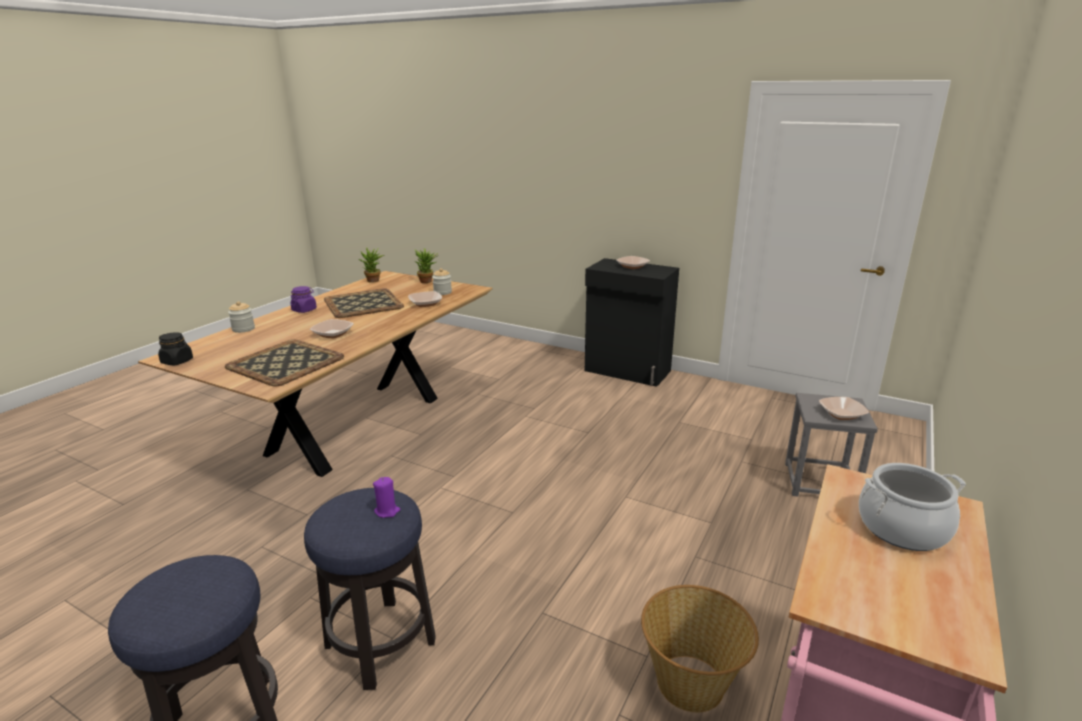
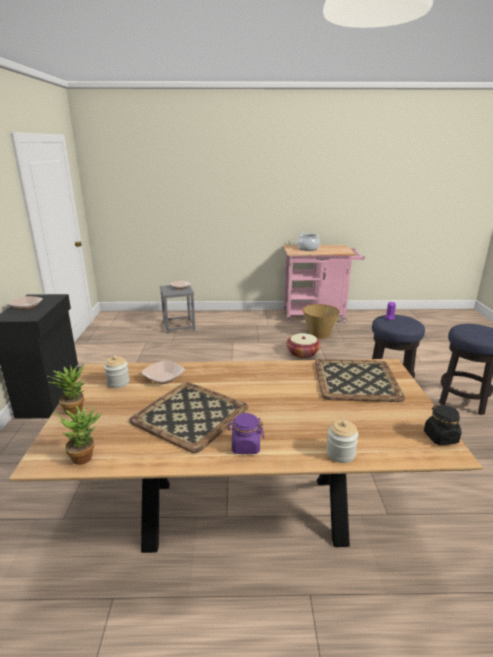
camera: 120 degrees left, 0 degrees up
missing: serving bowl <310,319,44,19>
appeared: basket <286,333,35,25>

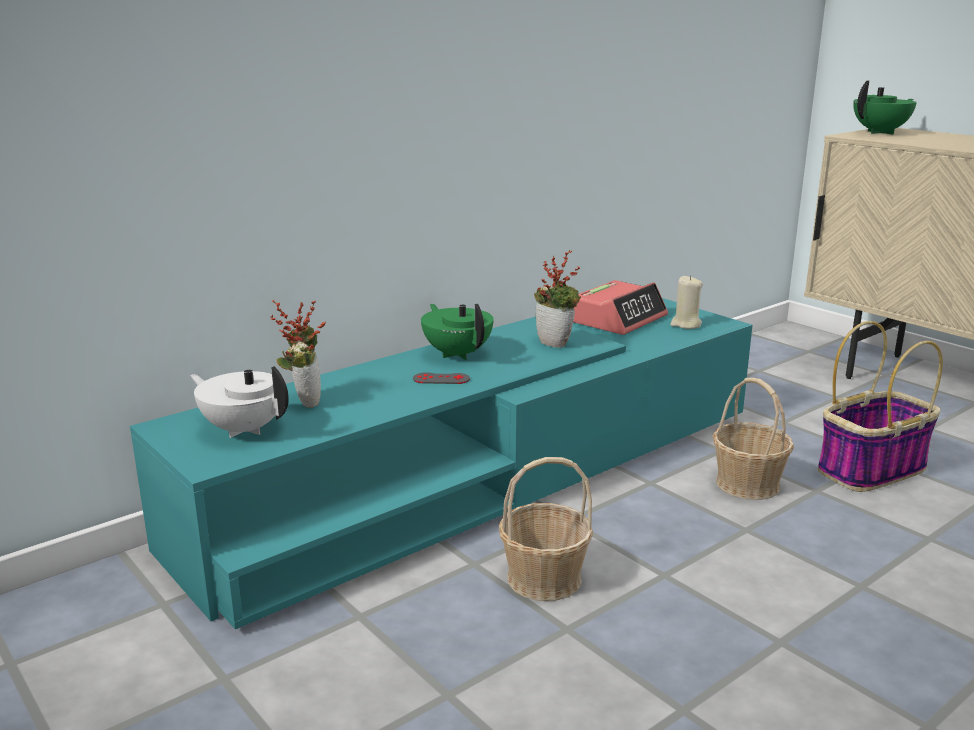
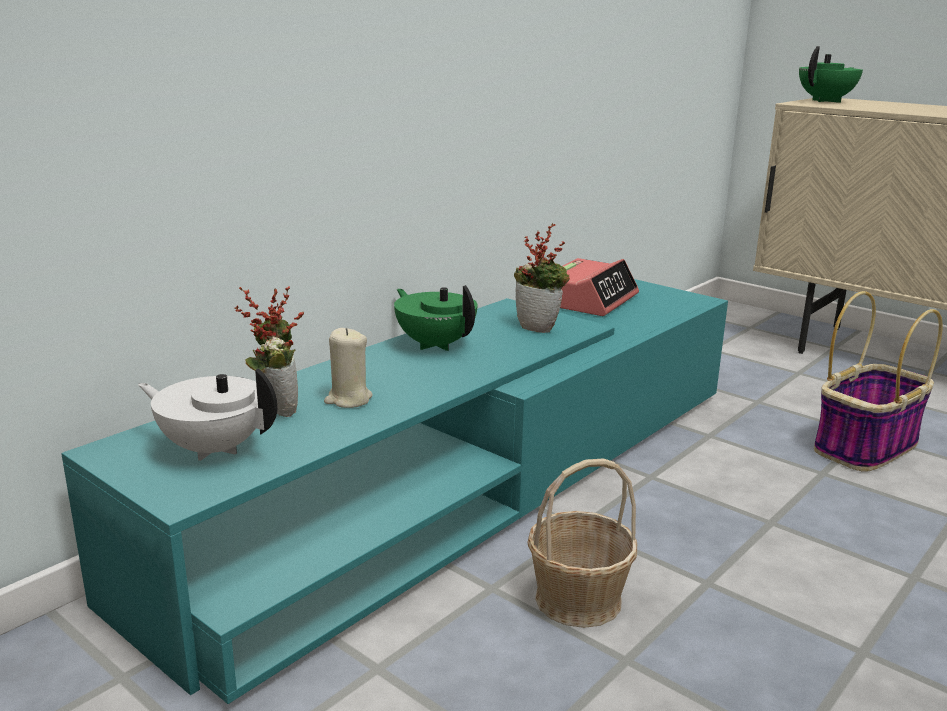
camera: 10 degrees left, 0 degrees up
missing: gamepad/greyish <413,372,57,12>; basket <713,377,81,123>
relocated: wax candle/beige-coloured <670,275,33,54> to <324,328,49,80>

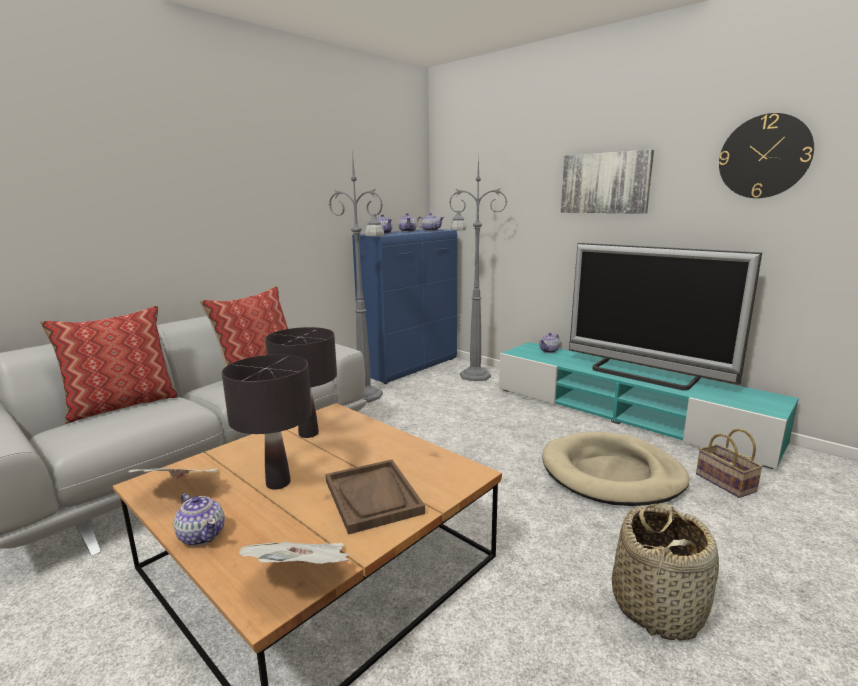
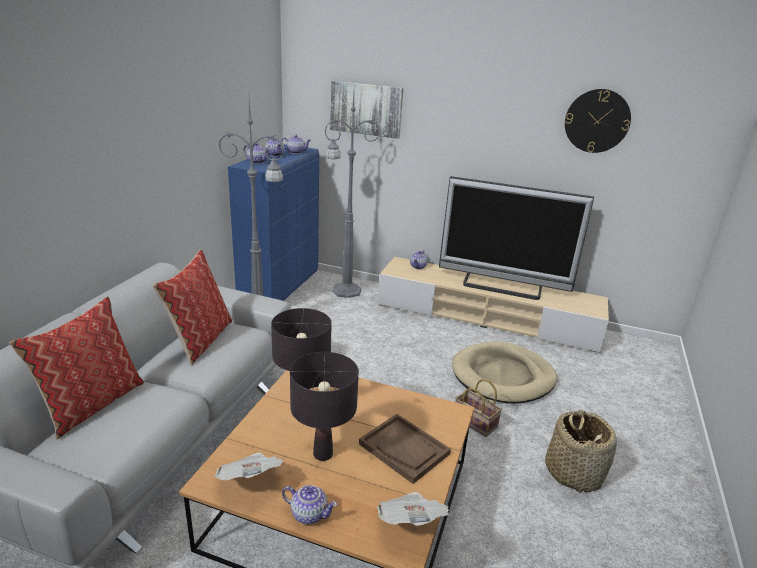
camera: 25 degrees left, 10 degrees up
relocated: wall art <561,150,93,64> to <330,81,73,58>; basket <696,429,67,69> to <455,379,47,58>
colour: tv stand/blue-green <499,342,300,127> to tv stand/beige-coloured <378,257,231,96>

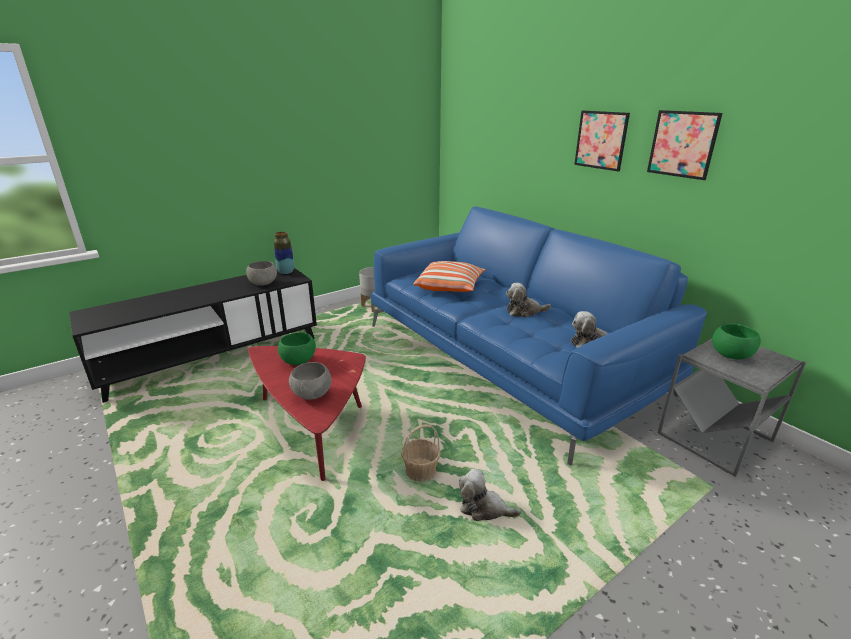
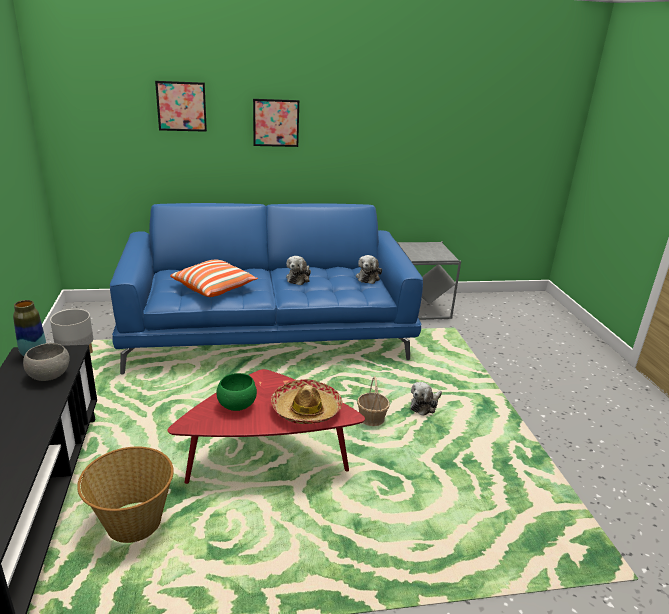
camera: 65 degrees left, 0 degrees up
missing: serving bowl/green-coloured <712,324,49,35>
appeared: basket <77,447,97,96>
relocated: wall art <647,110,76,70> to <155,81,52,51>
exchanged: serving bowl/greyish <289,362,43,38> to clothing hat <271,379,72,45>

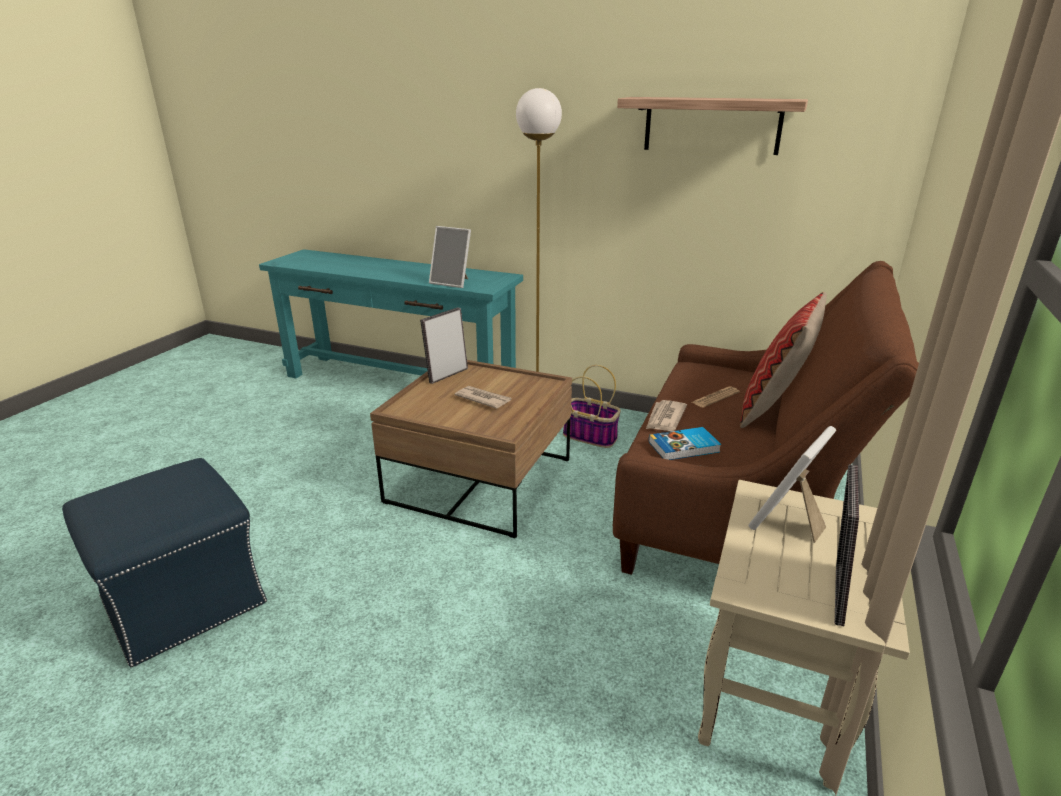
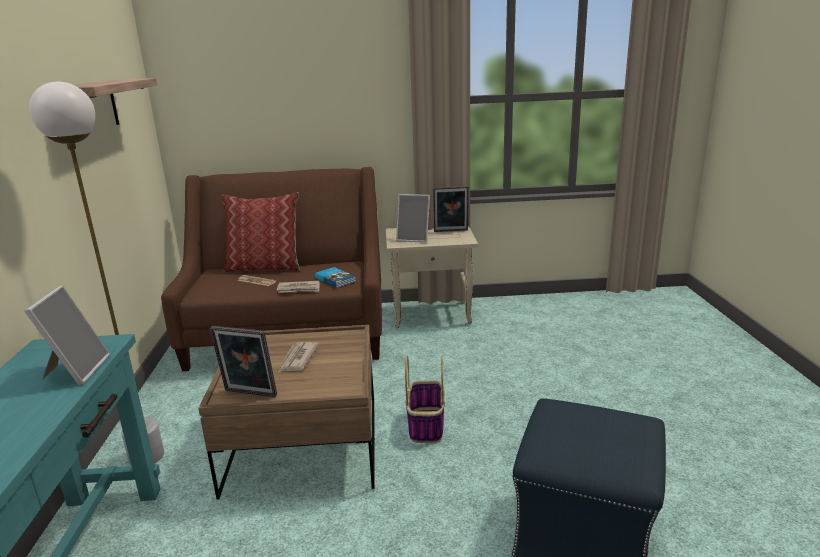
camera: 115 degrees left, 5 degrees down
relocated: basket <563,365,58,83> to <405,356,40,87>

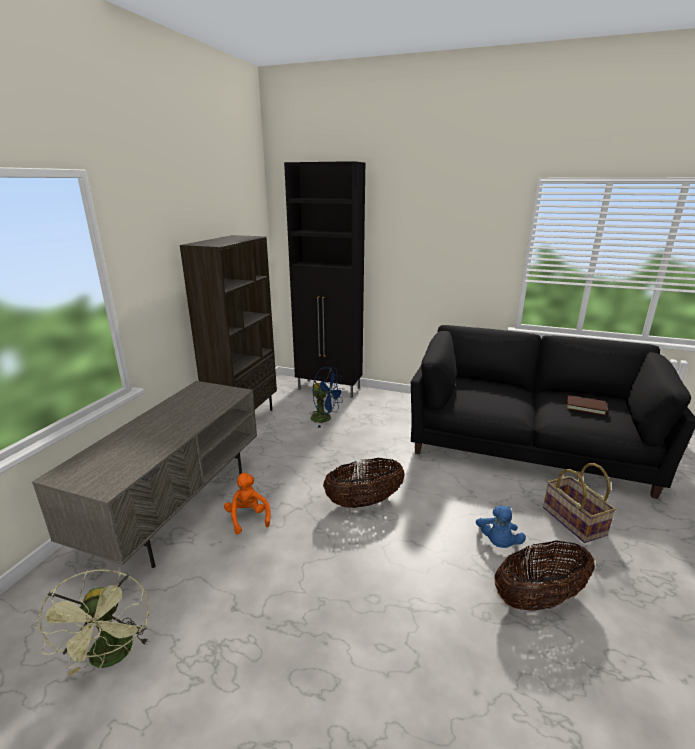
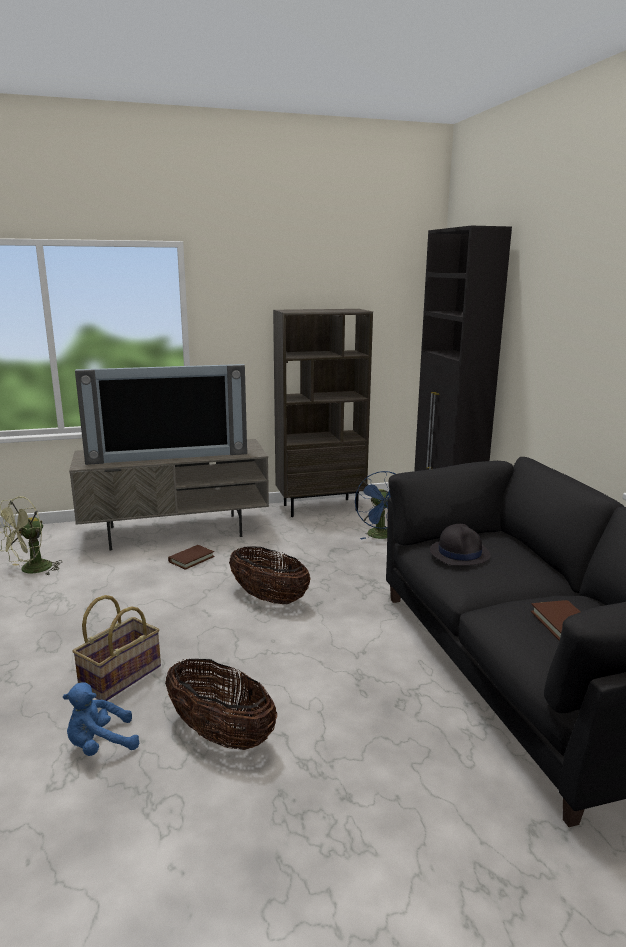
camera: 55 degrees right, 5 degrees down
appeared: TV <75,364,172,101>; clothing hat/blackish <430,524,61,41>
relocated: soft toy/blue-coloured <476,506,50,42> to <63,682,77,74>; basket <543,463,73,80> to <72,595,89,106>
exchanged: soft toy/orange-coloured <224,473,47,61> to book/brownish <168,545,47,25>

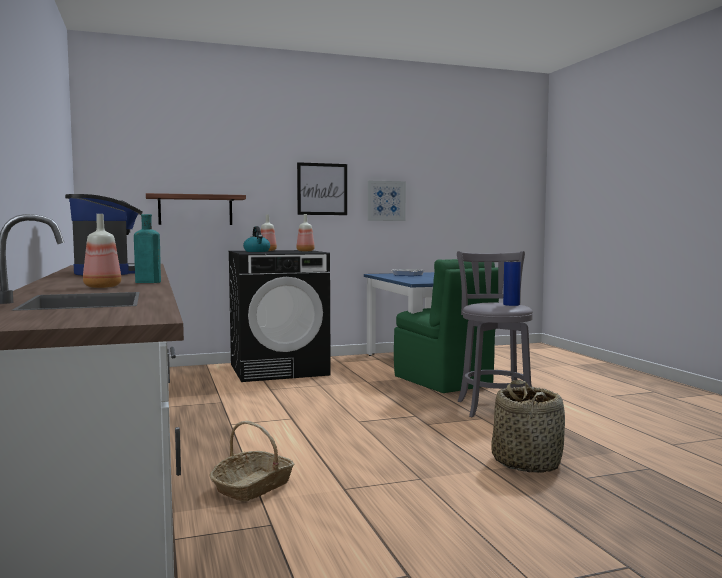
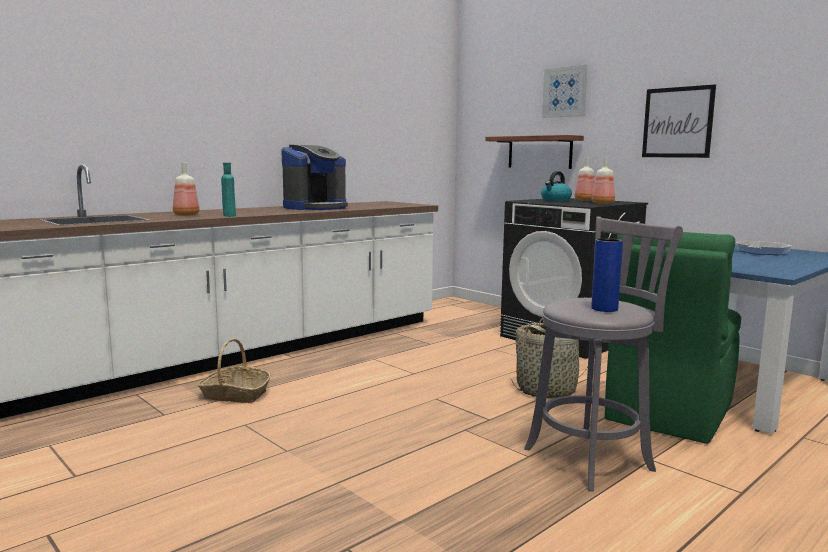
camera: 65 degrees right, 5 degrees up
relocated: wall art <368,181,38,40> to <542,65,46,53>; basket <491,380,74,93> to <511,317,77,82>

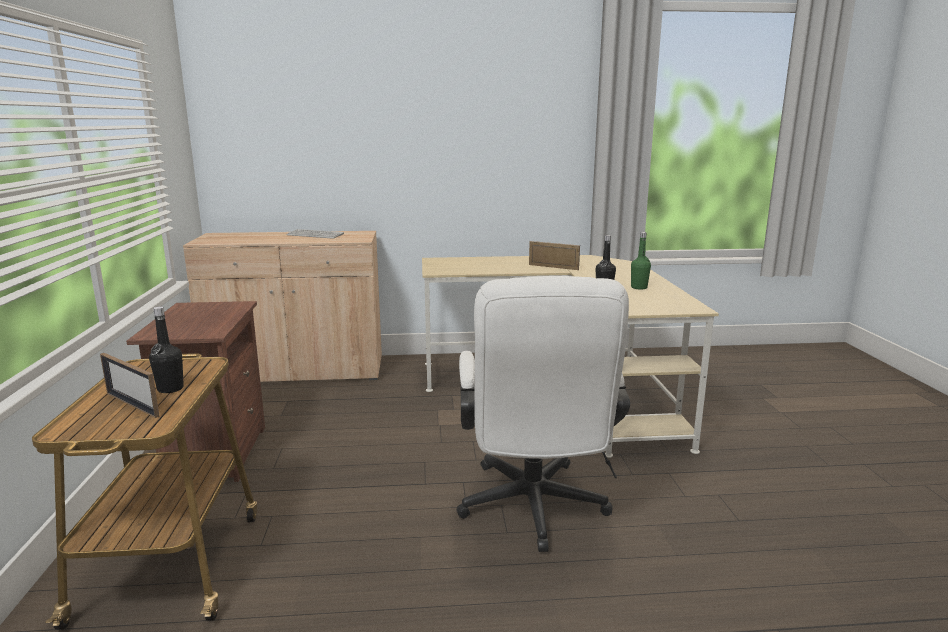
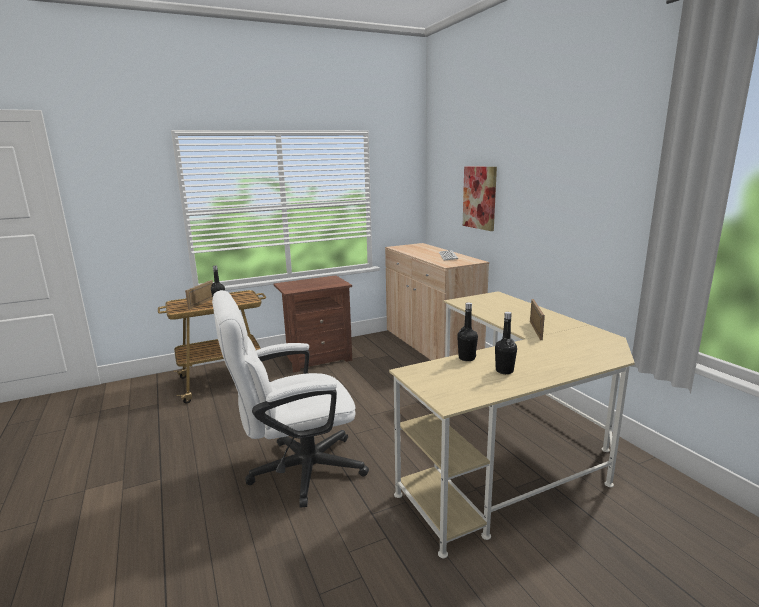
camera: 70 degrees right, 0 degrees up
appeared: wall art <463,166,34,65>
colour: beverage bottle/green-coloured <631,232,20,58> to beverage bottle/blackish <495,312,22,62>

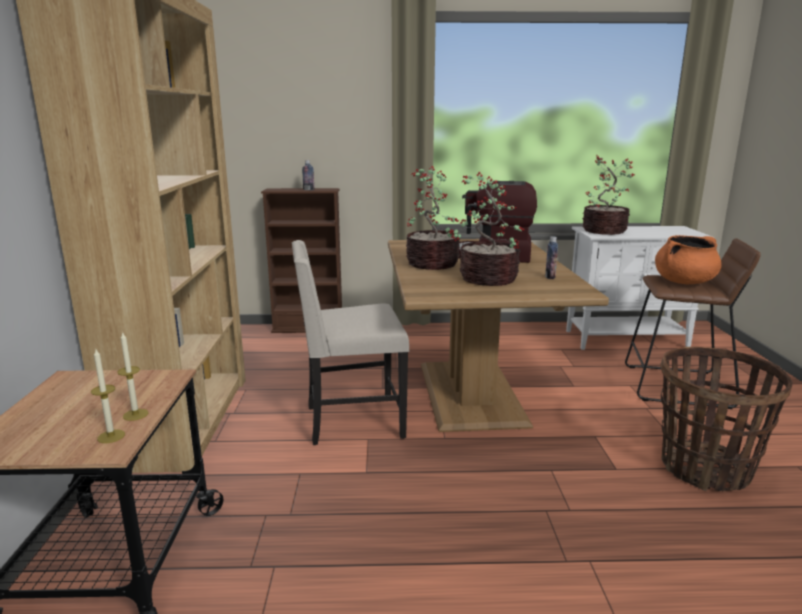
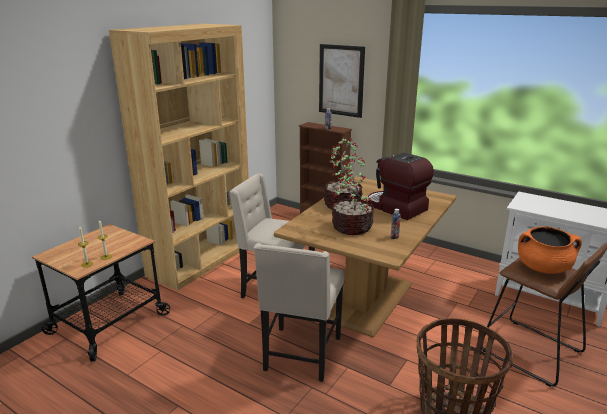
camera: 35 degrees right, 5 degrees up
missing: houseplant <582,155,53,80>
appeared: plain chair/beige-coloured <254,243,91,139>; wall art <319,44,46,74>

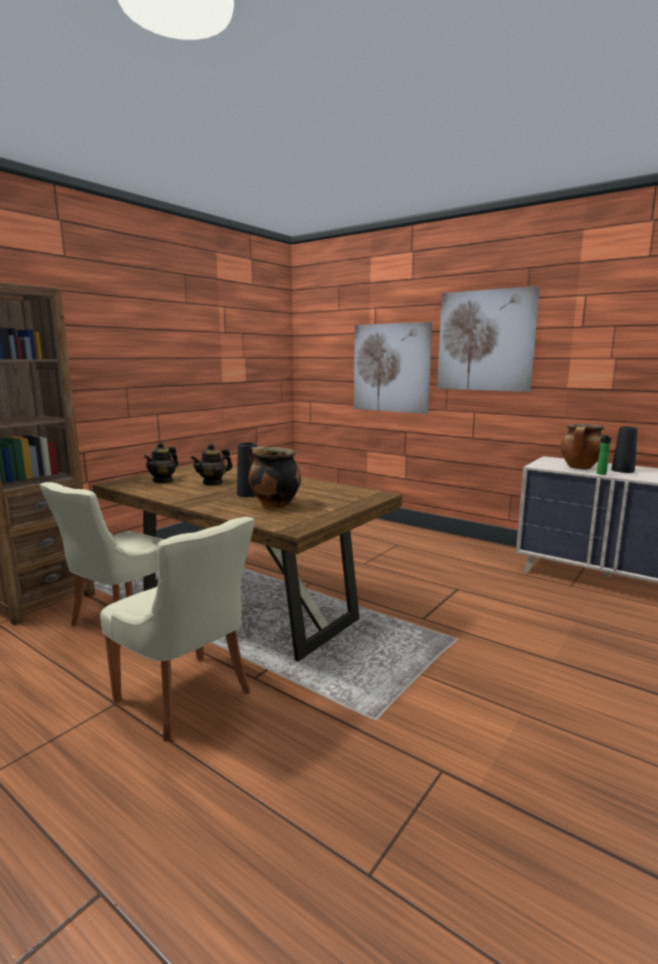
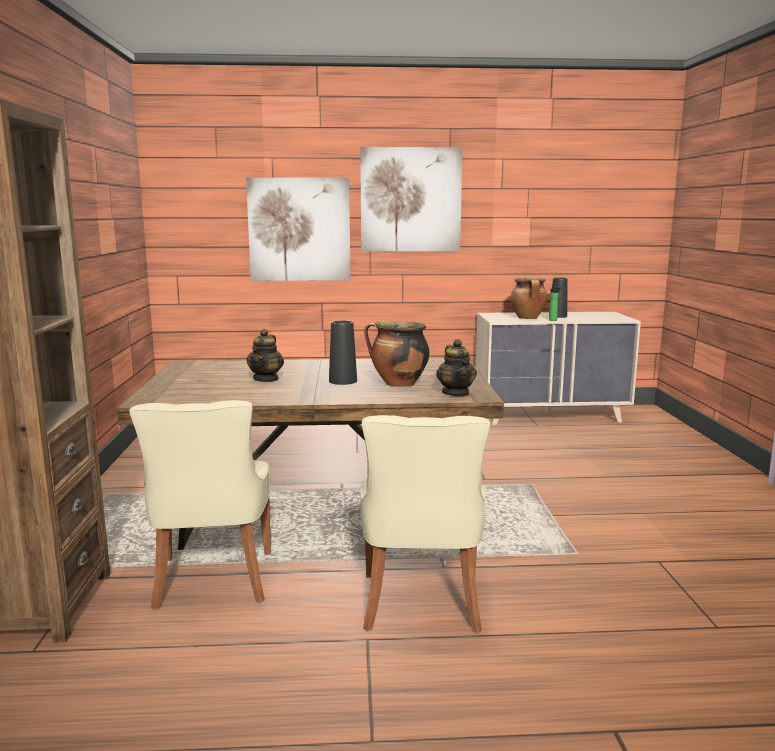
camera: 40 degrees left, 0 degrees up
relocated: pot for tea <144,442,34,41> to <436,339,41,57>
spun: plain chair/beige-coloured <100,517,155,224> = <360,415,130,218> 90 degrees clockwise

